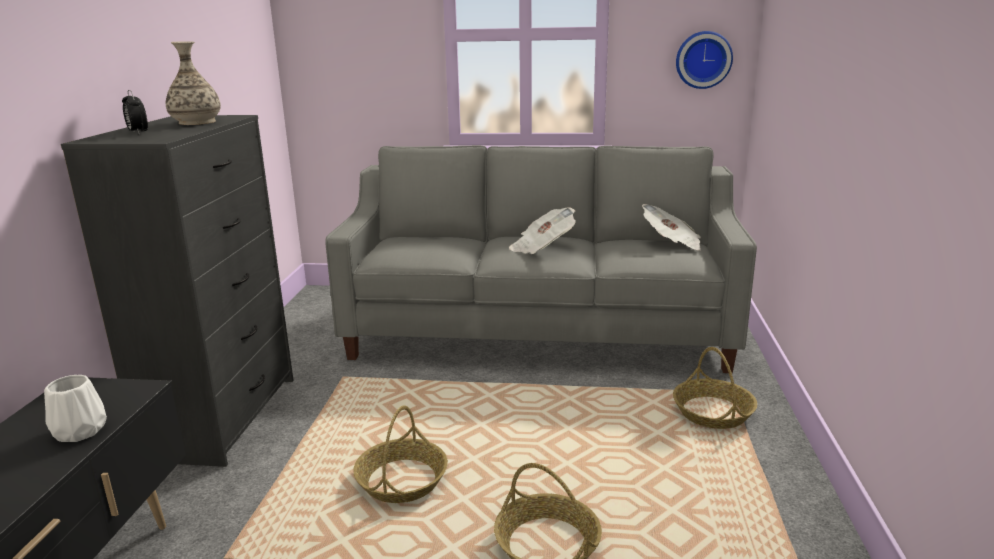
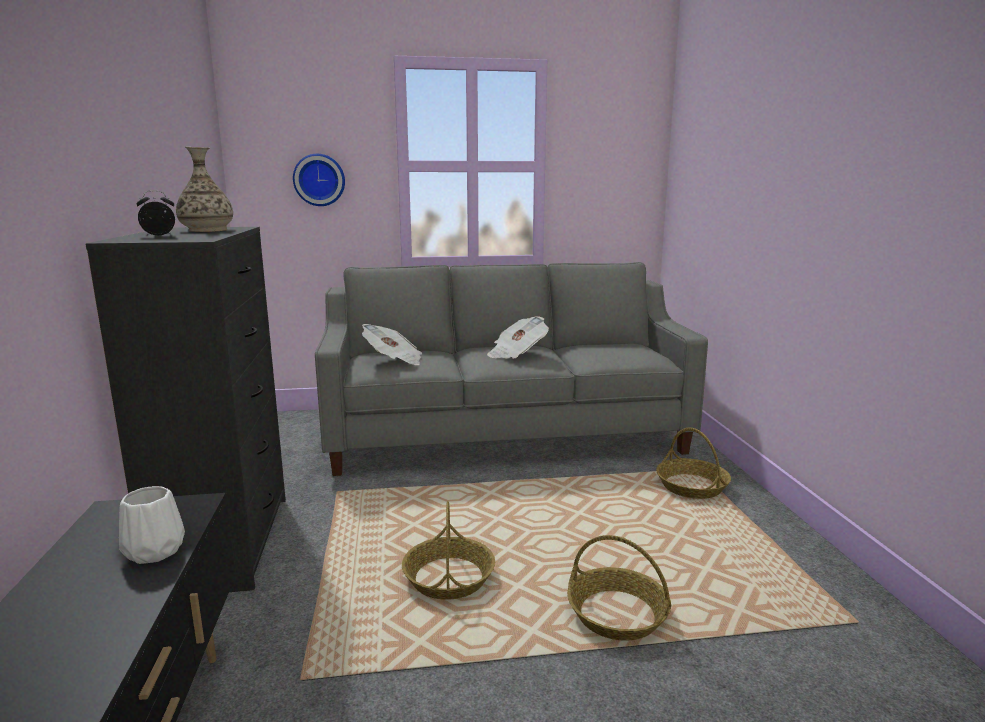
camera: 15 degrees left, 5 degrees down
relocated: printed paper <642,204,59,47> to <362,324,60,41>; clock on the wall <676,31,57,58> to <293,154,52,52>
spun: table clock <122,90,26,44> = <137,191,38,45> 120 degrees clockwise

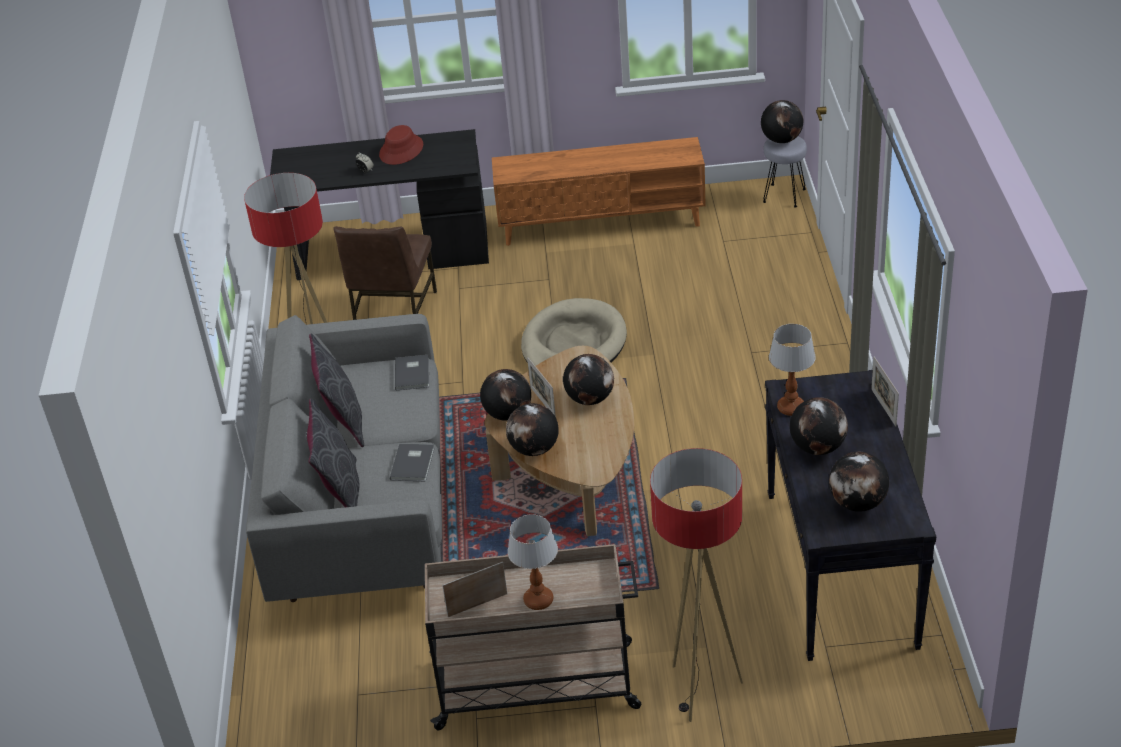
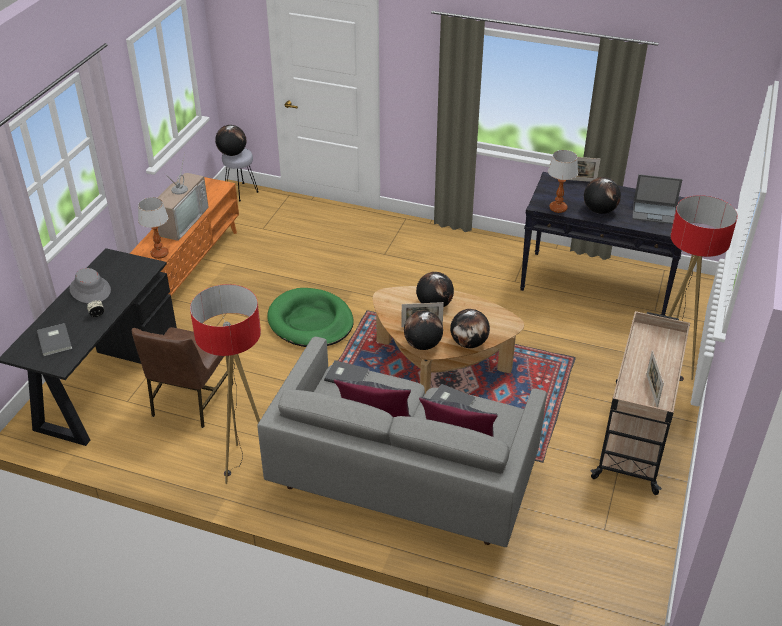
camera: 70 degrees left, 0 degrees up
appeared: book/greyish <37,323,35,33>; TV <157,152,51,89>
relocated: tabletop lamp <508,514,50,96> to <138,197,31,62>
exchanged: world globe <829,452,60,60> to notebook computer <633,174,49,50>
colour: clothing hat/red-coloured <379,125,44,40> to clothing hat/greyish <70,268,41,35>; pet bed/beige-coloured <521,298,106,68> to pet bed/green-coloured <267,288,87,59>
spun: plain chair/brownish <334,226,103,94> = <132,327,102,101> 75 degrees clockwise

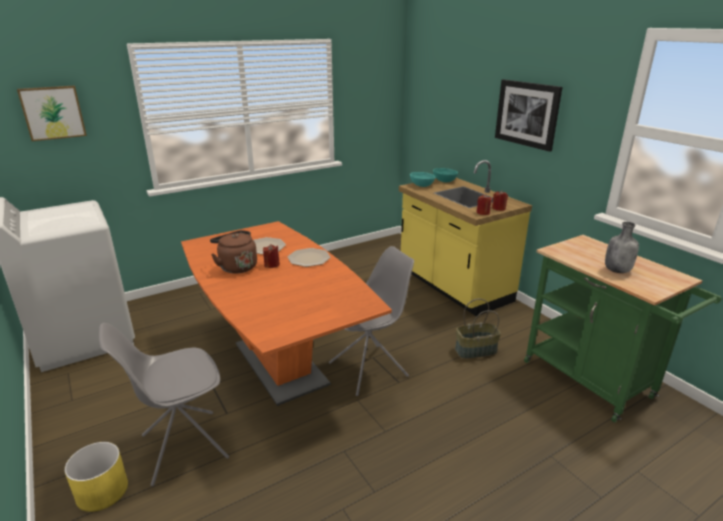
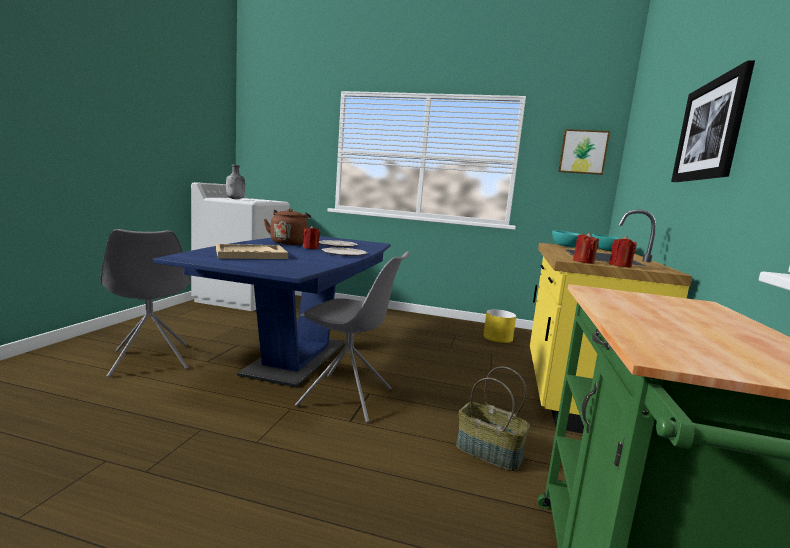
camera: 45 degrees right, 15 degrees down
appeared: tray/beige-coloured <216,244,72,15>
relocated: wall art <17,86,70,55> to <558,129,52,46>; planter/yellow-coloured <64,442,64,70> to <483,309,33,34>; beverage bottle/greyish <605,222,34,51> to <226,165,19,34>
colour: dinner table/orange-coloured <181,221,211,185> to dinner table/blue-coloured <153,236,238,151>
spun: plain chair/greyish <99,323,130,163> = <100,229,91,148> 135 degrees counterclockwise

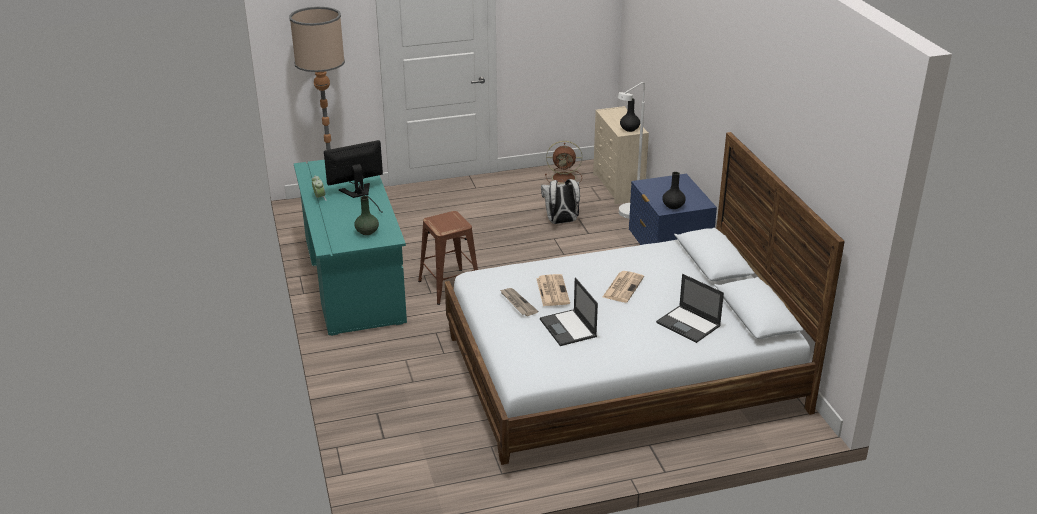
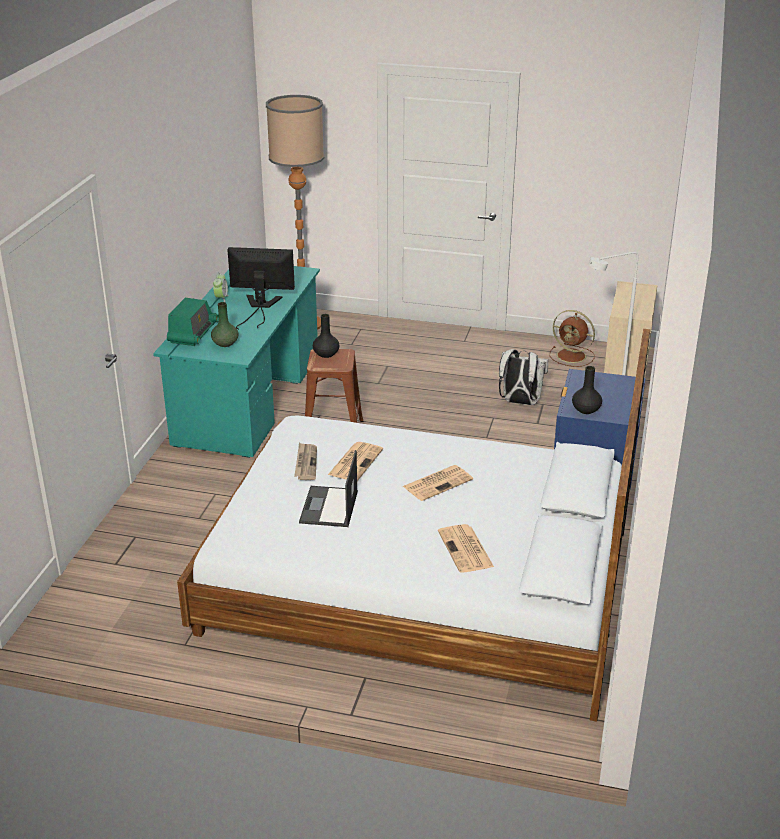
camera: 30 degrees right, 0 degrees up
appeared: radio set <167,298,52,48>
relocated: flower vase/blackish <620,98,20,34> to <313,314,26,44>
exchanged: notebook computer <656,274,68,69> to printed paper <438,524,56,49>

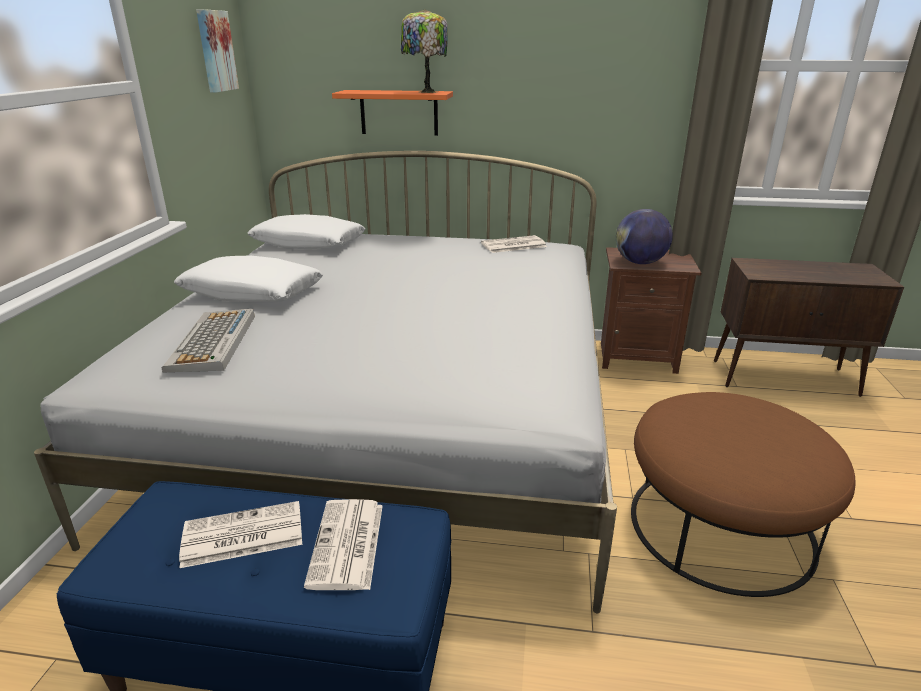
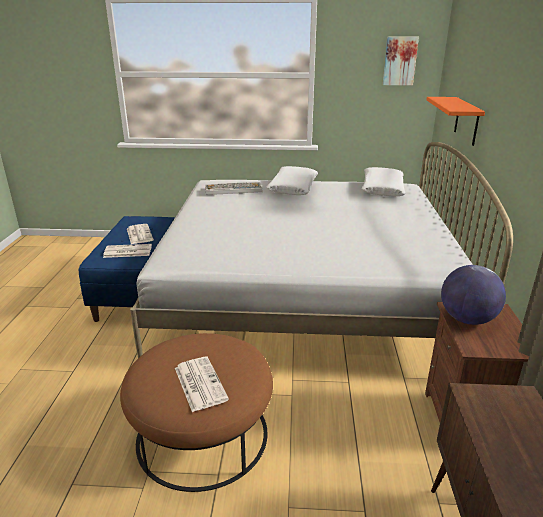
camera: 85 degrees right, 0 degrees up
missing: tabletop lamp <401,9,47,84>
relocated: printed paper <481,235,66,18> to <175,357,54,55>

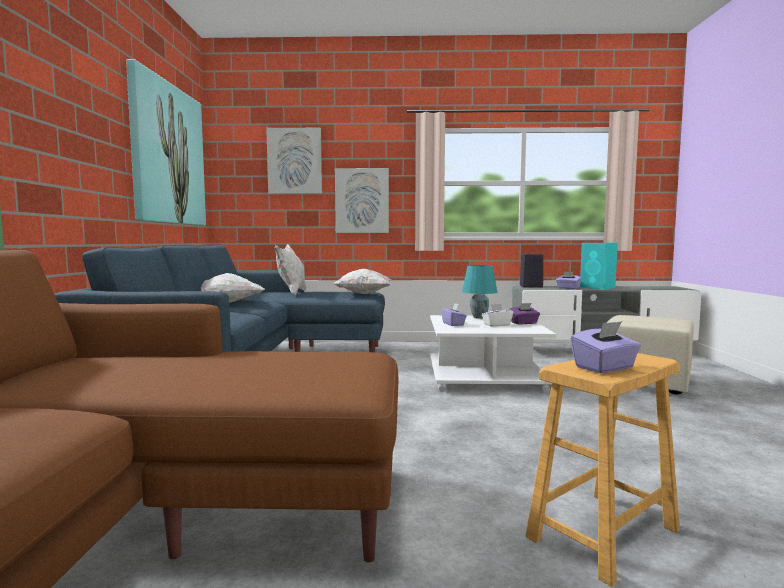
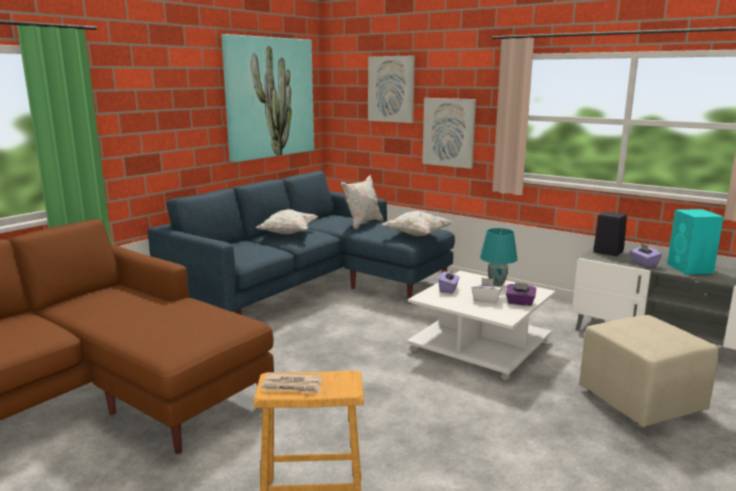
camera: 35 degrees right, 10 degrees up
exchanged: tissue box/purple-coloured <571,321,70,52> to printed paper <261,373,61,21>

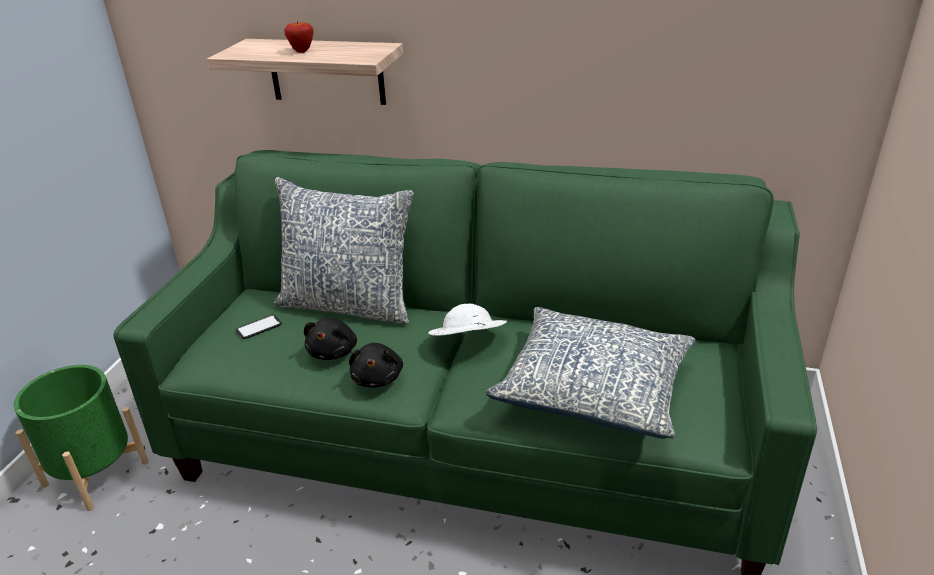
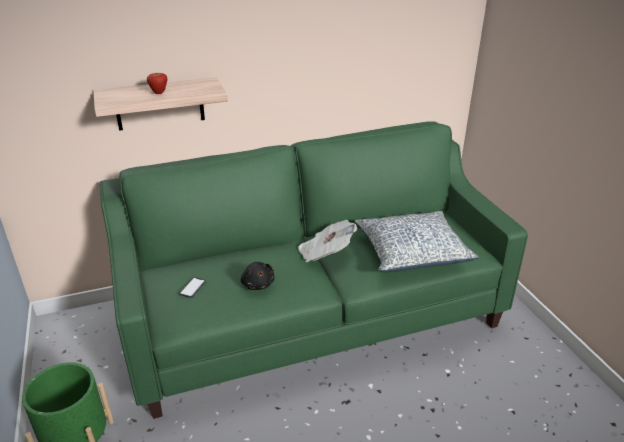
camera: 35 degrees left, 0 degrees up
missing: throw pillow <274,177,140,148>; soft toy/blackish <349,343,54,45>
exchanged: clothing hat/white-coloured <428,304,79,32> to printed paper <298,220,59,43>

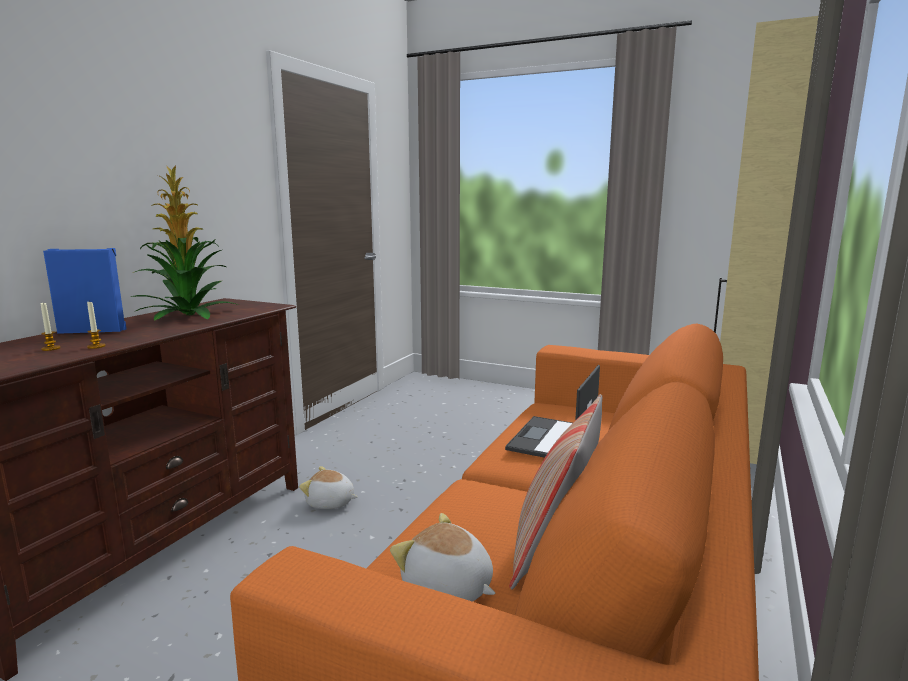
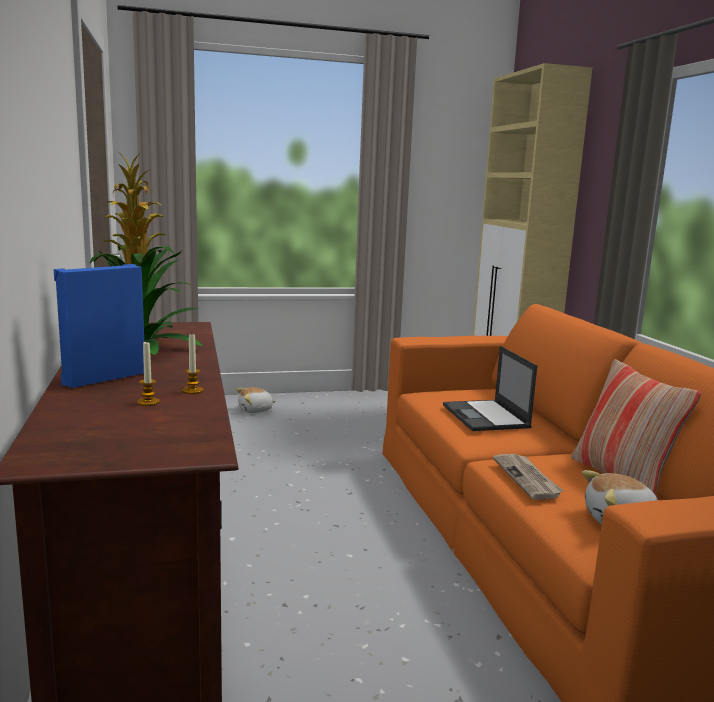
camera: 40 degrees left, 0 degrees up
appeared: printed paper <493,454,71,46>
relocated: soft toy <299,466,59,43> to <236,387,40,26>

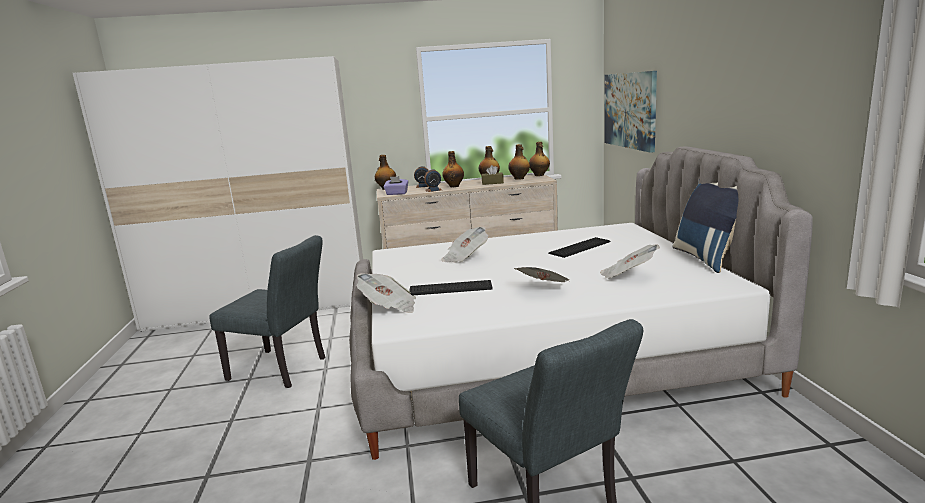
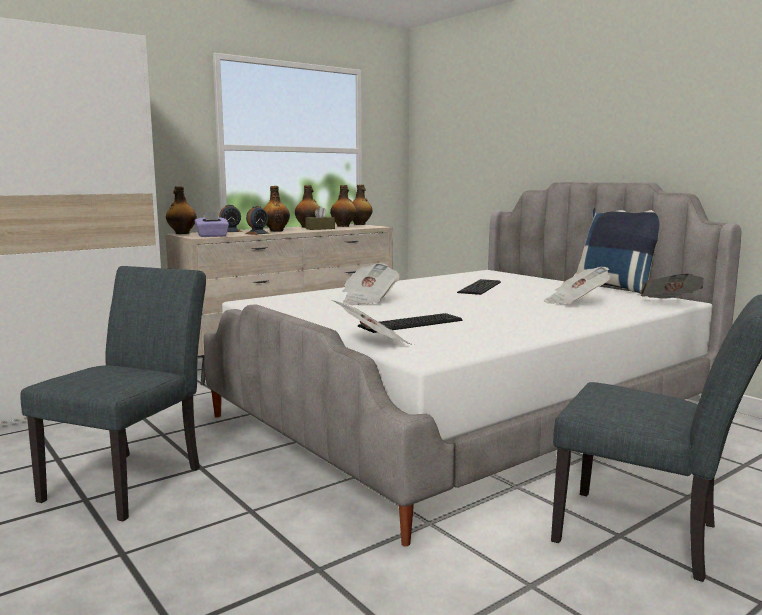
camera: 30 degrees left, 5 degrees down
missing: wall art <604,71,53,82>
relocated: printed paper <514,267,55,15> to <640,274,64,25>
spun: plain chair/greyish <209,235,116,153> = <21,266,185,256> 60 degrees counterclockwise

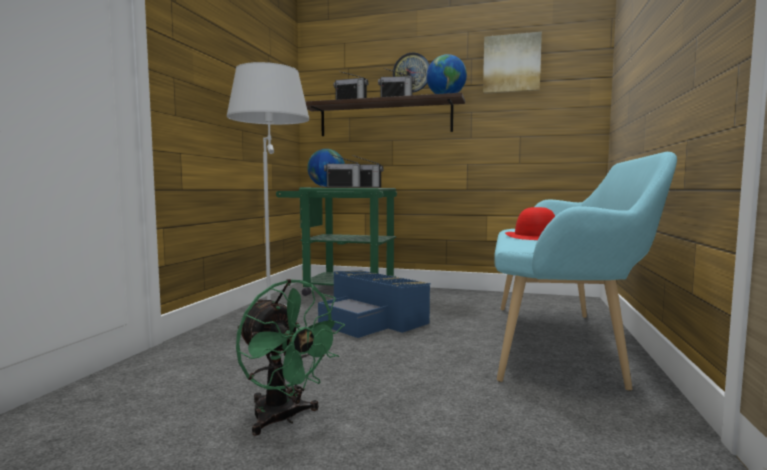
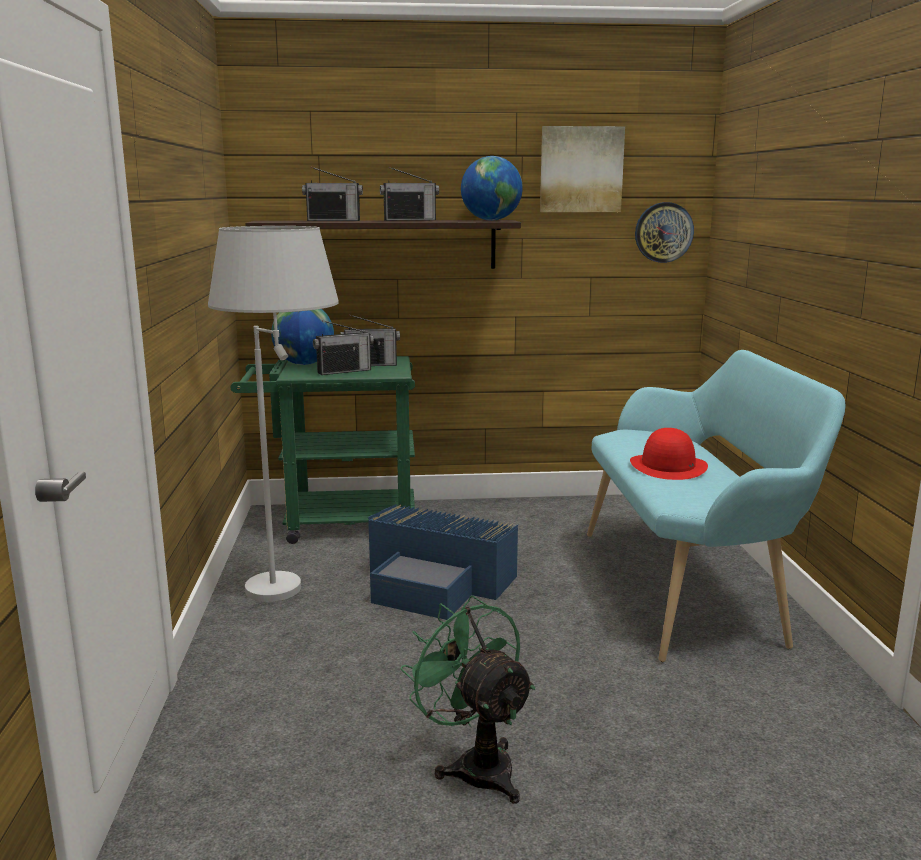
camera: 20 degrees left, 10 degrees up
relocated: clock on the wall <393,52,37,41> to <635,202,59,61>
spun: cooling fan/green-coloured <236,279,109,157> = <401,595,134,209> 150 degrees counterclockwise

